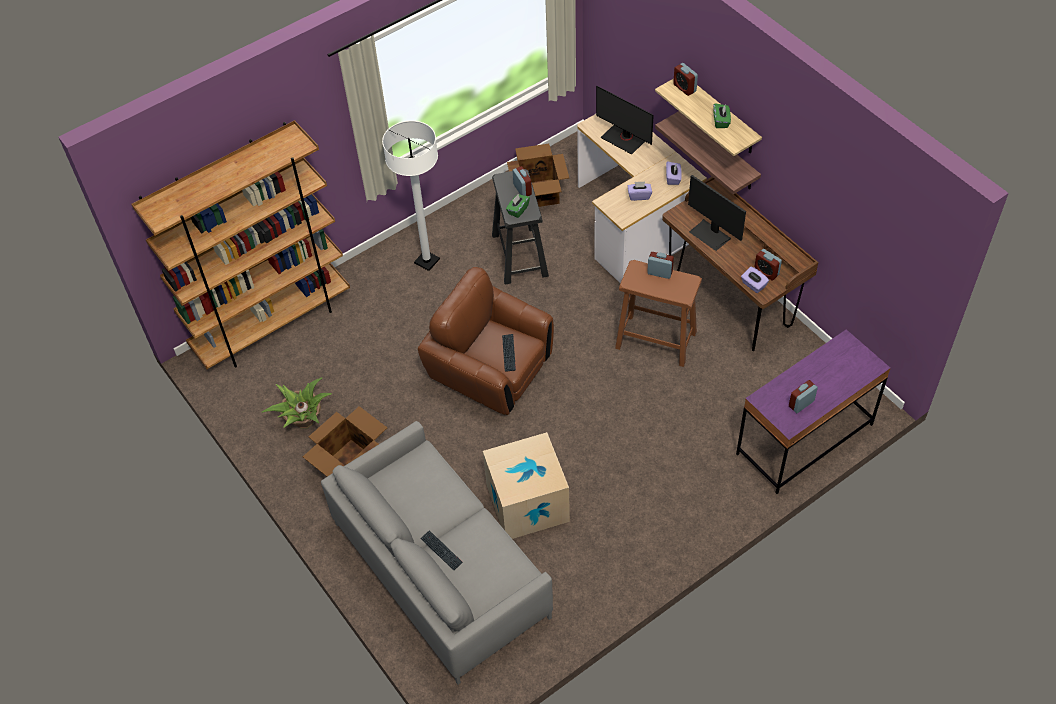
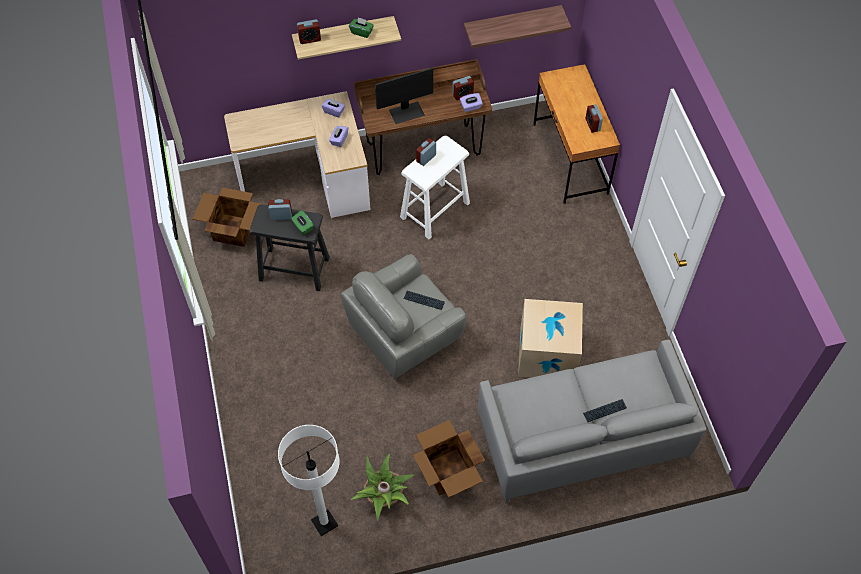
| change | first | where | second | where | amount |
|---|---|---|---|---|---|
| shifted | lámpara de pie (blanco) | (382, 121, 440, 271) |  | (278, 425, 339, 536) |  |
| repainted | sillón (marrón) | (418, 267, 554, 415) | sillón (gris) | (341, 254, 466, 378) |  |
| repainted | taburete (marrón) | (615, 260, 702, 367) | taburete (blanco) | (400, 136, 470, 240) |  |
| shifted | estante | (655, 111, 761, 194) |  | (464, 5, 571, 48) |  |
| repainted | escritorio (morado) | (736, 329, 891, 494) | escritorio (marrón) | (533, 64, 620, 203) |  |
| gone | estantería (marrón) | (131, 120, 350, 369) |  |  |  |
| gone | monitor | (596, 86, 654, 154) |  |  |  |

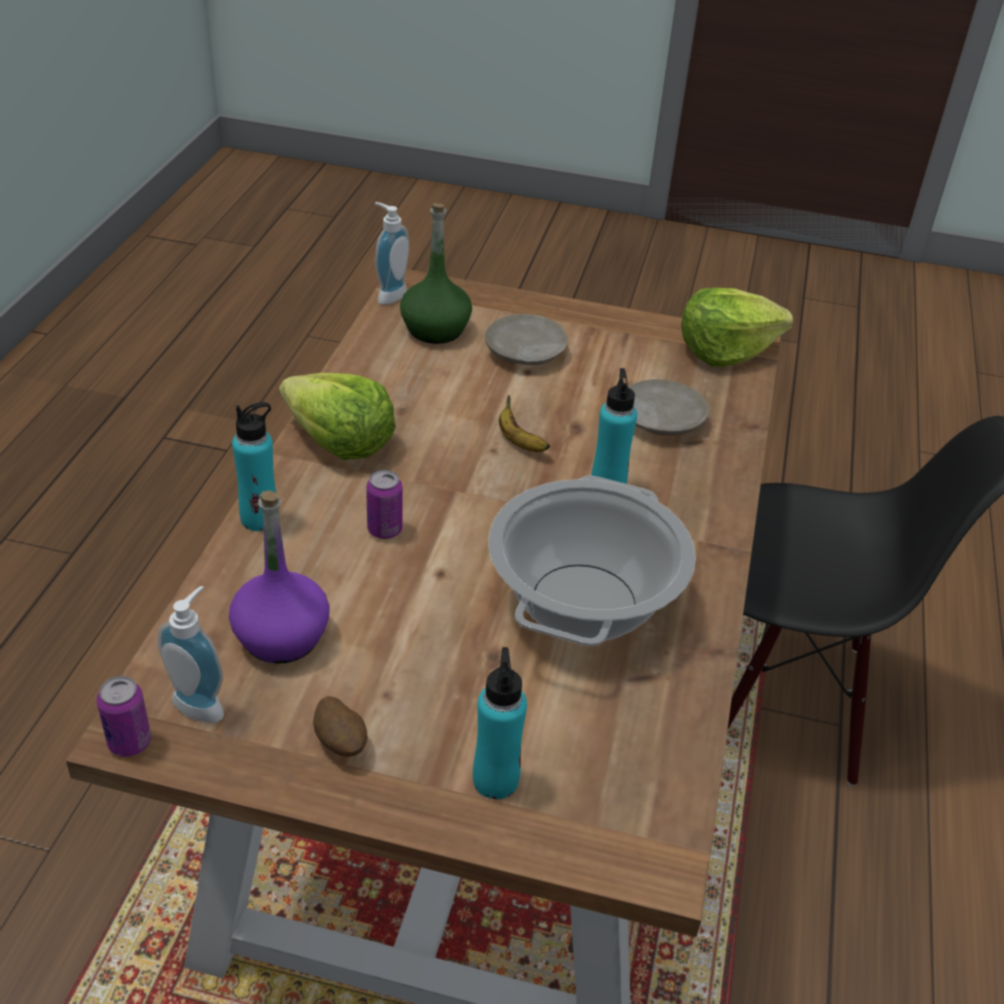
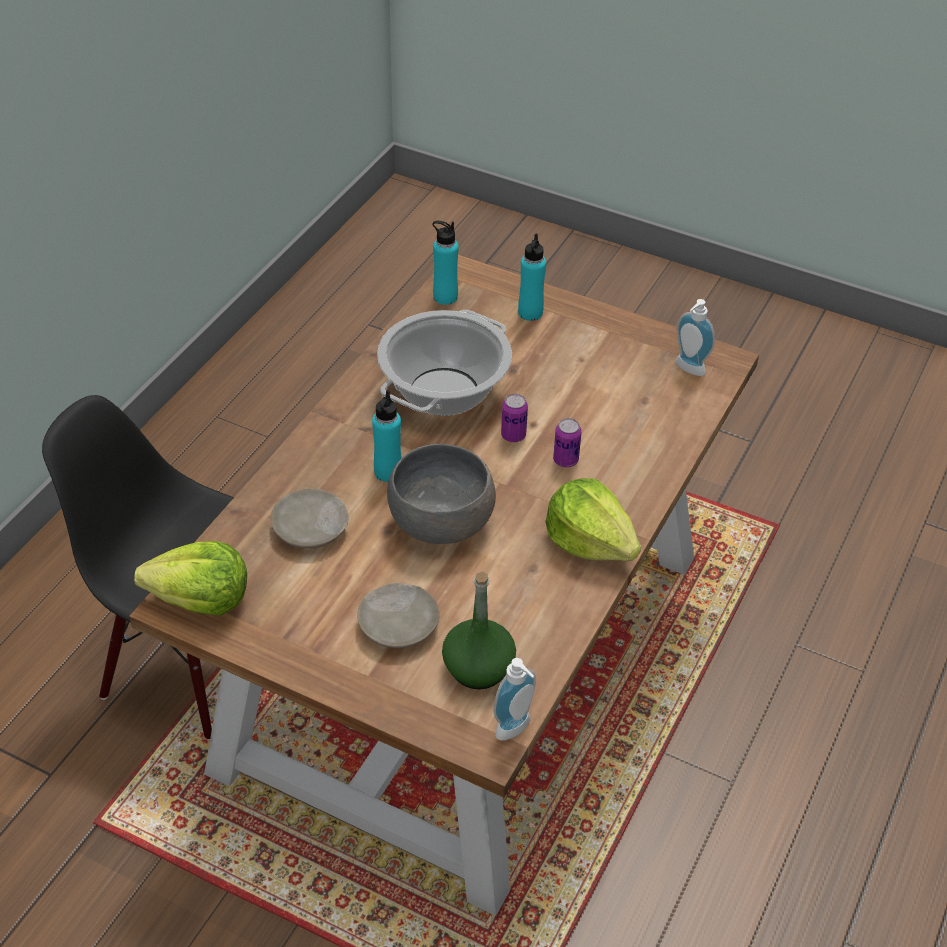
| change | first | where | second | where | amount |
|---|---|---|---|---|---|
| swapped | plátano | (499, 395, 550, 452) | cuenco (gris) | (387, 444, 496, 544) |  |
| shifted | botella (turquesa) | (232, 402, 279, 531) |  | (432, 221, 459, 305) |  |
| shifted | lata | (97, 676, 151, 757) |  | (501, 394, 528, 442) |  |
| gone | botella (morado) | (229, 490, 329, 664) |  |  |  |
| gone | patata | (313, 696, 368, 757) |  |  |  |

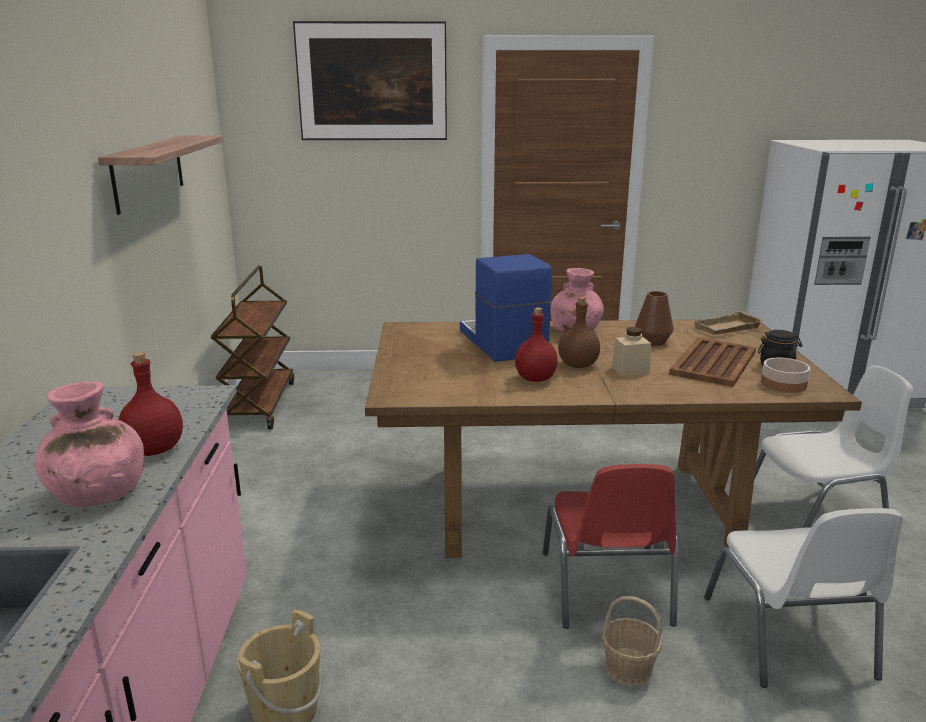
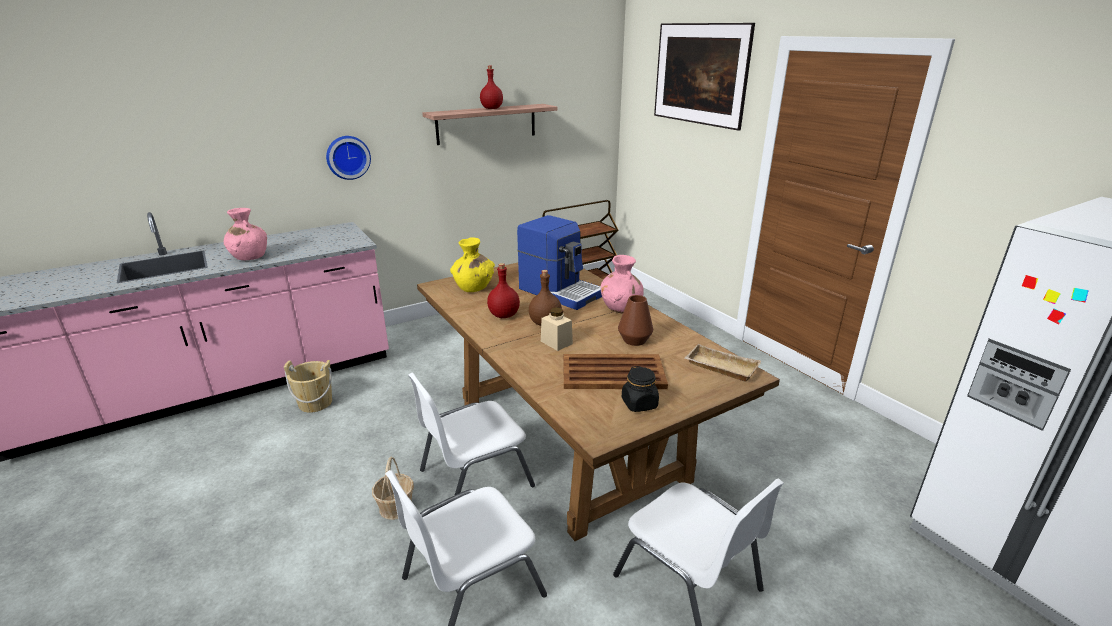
| change | first | where | second | where | amount |
|---|---|---|---|---|---|
| new |  |  | reloj de pared | (326, 136, 371, 180) |  |
| repainted | silla (rojo) | (543, 464, 679, 629) | silla (blanco) | (408, 373, 535, 496) |  |
| new |  |  | florero (amarillo) | (450, 237, 495, 292) |  |
| shifted | botella (rojo) | (119, 352, 183, 456) |  | (480, 66, 503, 109) |  |
| rotated | cafetera | (460, 254, 552, 362) |  | (517, 215, 602, 310) | 90 degrees clockwise |
| gone | cuenco | (761, 358, 810, 393) |  |  |  |

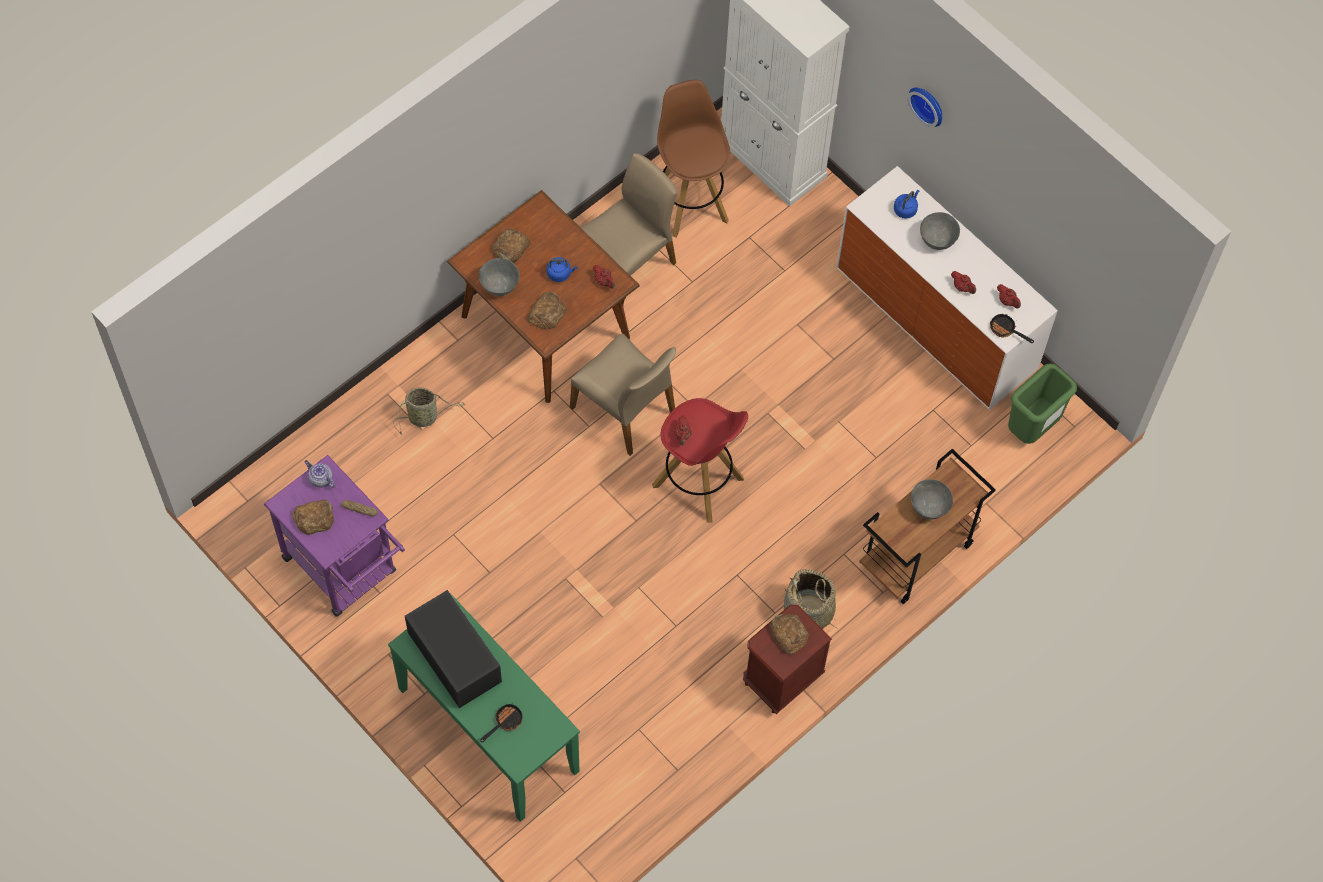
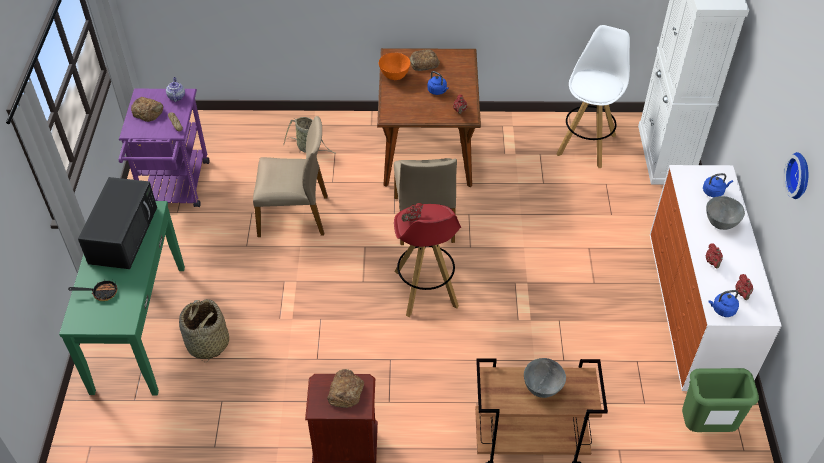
| change | first | where | second | where | amount |
|---|---|---|---|---|---|
| shifted | cesta | (784, 569, 836, 629) |  | (179, 299, 229, 362) |  |
| shifted | silla (beis) | (580, 153, 677, 305) |  | (253, 116, 328, 237) |  |
| repainted | cuenco (gris) | (479, 258, 520, 296) | cuenco (naranja) | (379, 53, 411, 80) |  |
| repainted | taburete (marrón) | (657, 79, 730, 237) | taburete (blanco) | (557, 25, 630, 168) |  |
| swapped | sartén | (990, 314, 1034, 343) | hervidor (azul) | (709, 290, 739, 317) |  |
| shifted | reloj de pared | (908, 87, 942, 127) |  | (784, 152, 808, 199) |  |
| gone | pan | (528, 292, 567, 329) |  |  |  |

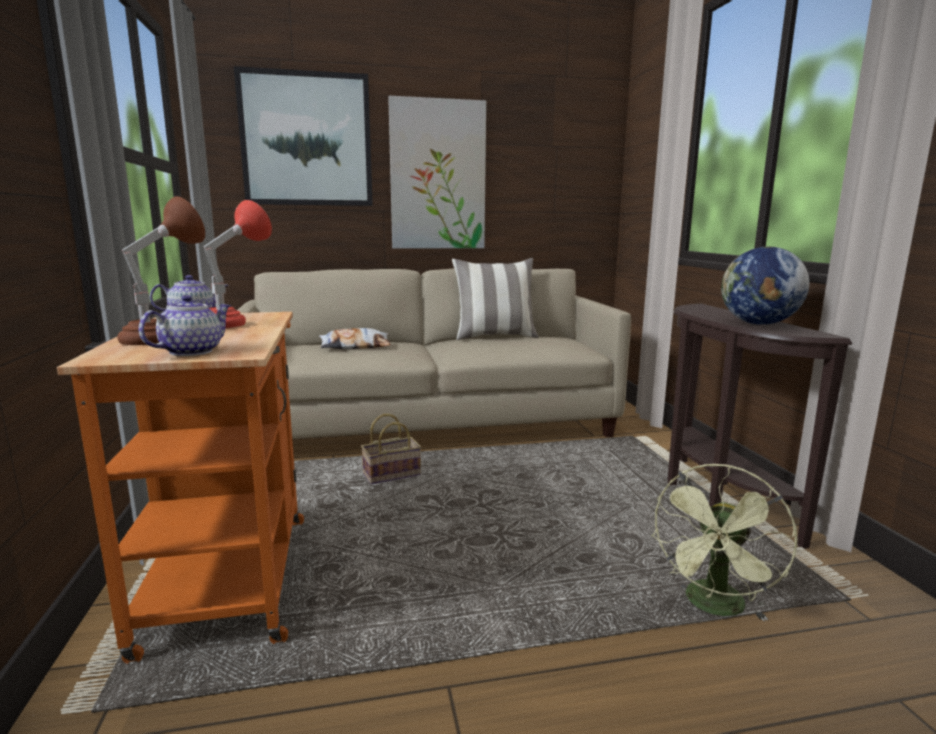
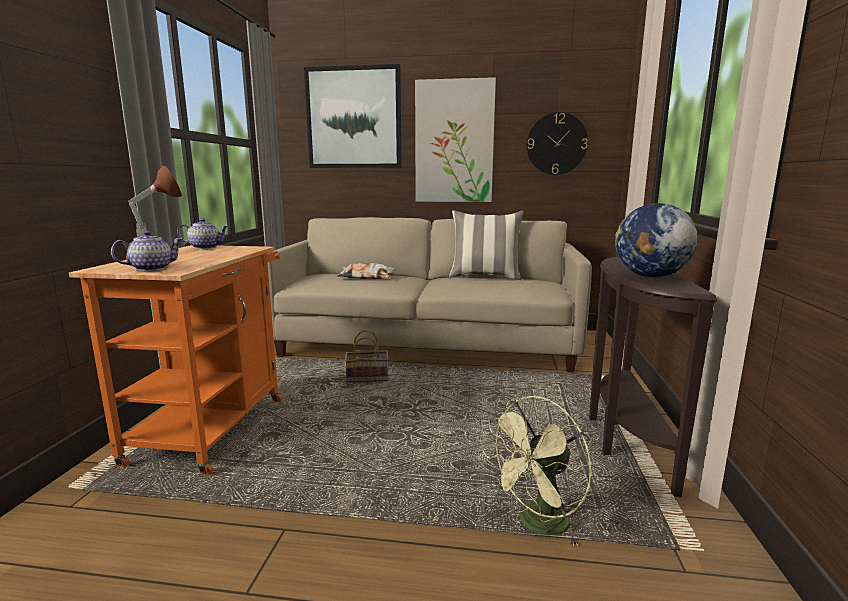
| change | first | where | second | where | amount |
|---|---|---|---|---|---|
| new |  |  | reloj de pared | (527, 112, 588, 175) |  |
| gone | lámpara de mesa (rojo) | (204, 200, 272, 328) |  |  |  |

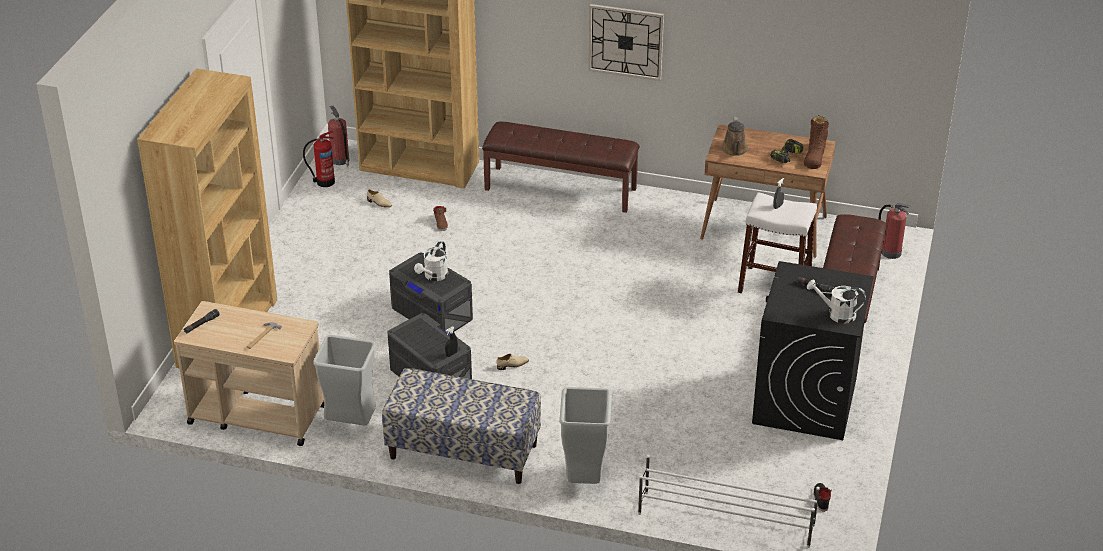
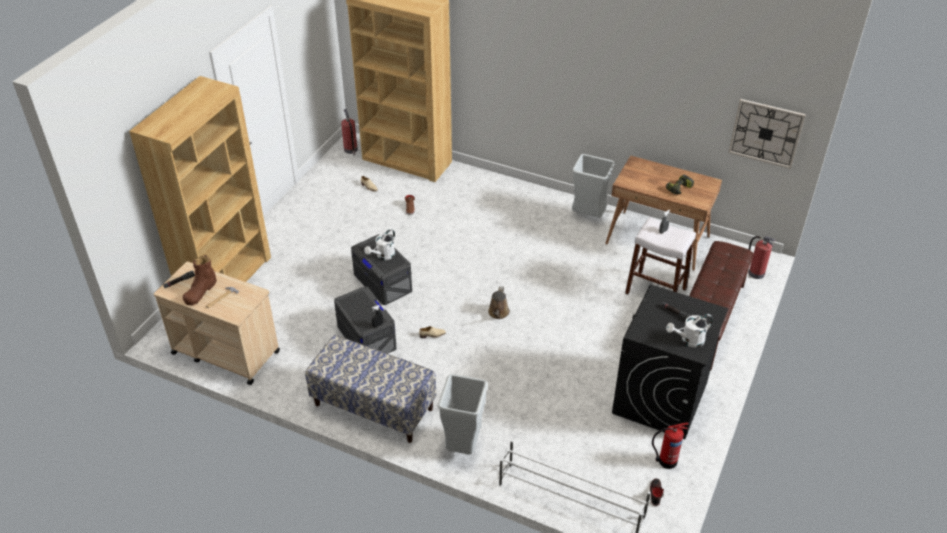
| change | first | where | second | where | amount |
|---|---|---|---|---|---|
| shifted | bota (marrón) | (804, 115, 829, 169) |  | (183, 255, 217, 305) |  |
| shifted | regadera (marrón) | (722, 117, 748, 156) |  | (488, 286, 510, 319) |  |
| shifted | papelera (gris) | (313, 335, 376, 425) |  | (572, 154, 614, 218) |  |
| shifted | extintor | (303, 131, 335, 187) |  | (652, 422, 689, 469) |  |
| rotated | regadera (blanco) | (807, 279, 866, 324) |  | (666, 314, 713, 348) | 45 degrees counterclockwise |
| shifted | reloj de pared | (588, 4, 664, 81) |  | (728, 99, 806, 169) |  |
| gone | banco (marrón) | (482, 122, 640, 213) |  |  |  |

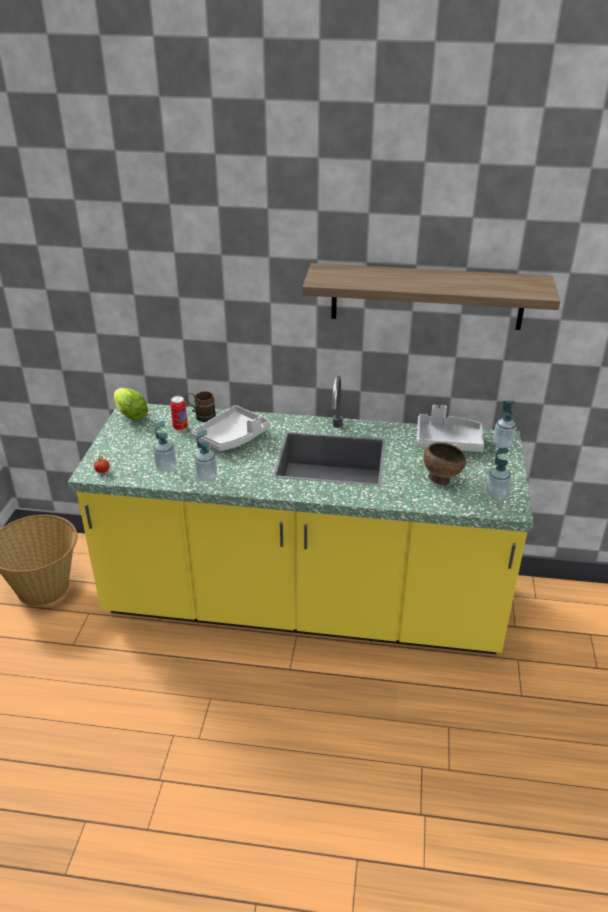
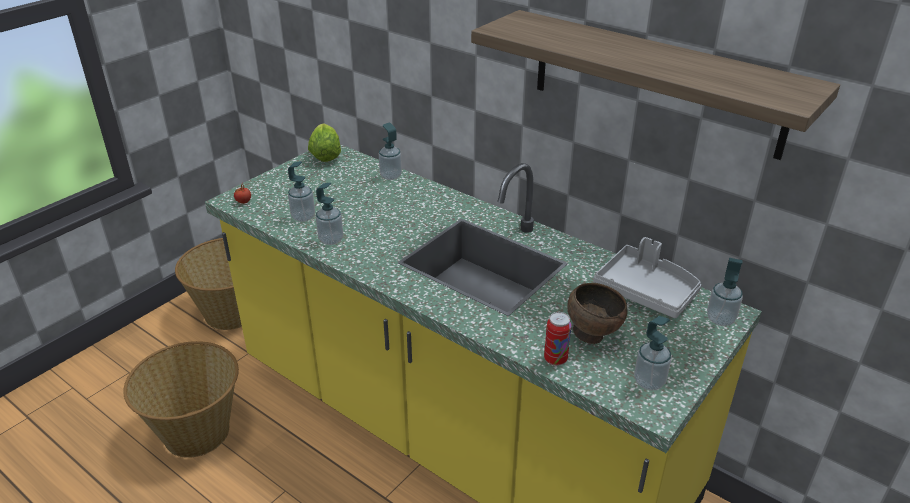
| change | first | where | second | where | amount |
|---|---|---|---|---|---|
| new |  |  | cesta | (123, 341, 239, 458) |  |
| swapped | taza grande (marrón) | (186, 391, 216, 422) | dispensador de jabón | (379, 123, 402, 180) |  |
| shifted | lata | (170, 396, 188, 431) |  | (544, 312, 571, 366) |  |
| gone | bandeja (gris) | (192, 405, 270, 451) |  |  |  |

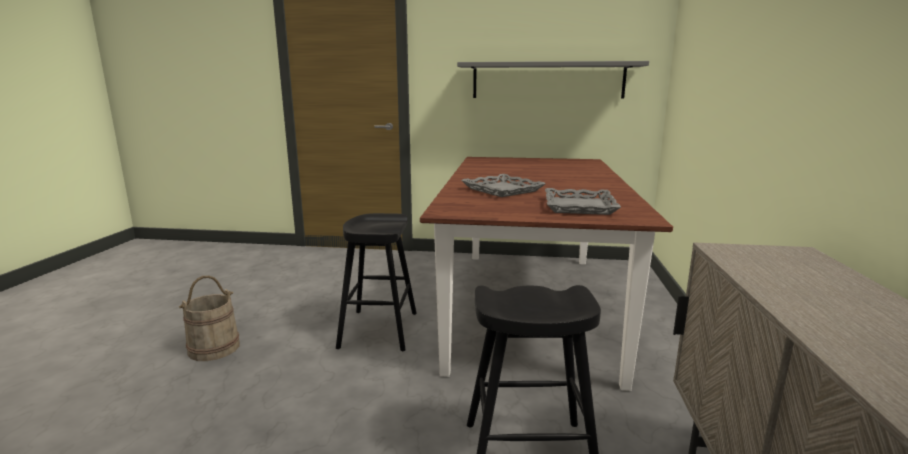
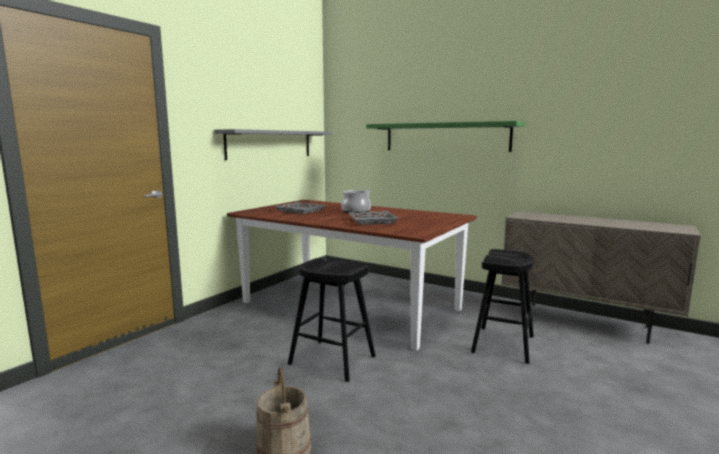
| change | first | where | second | where | amount |
|---|---|---|---|---|---|
| shifted | bandeja (gris) | (545, 188, 621, 215) |  | (274, 202, 326, 214) |  |
| new |  |  | olla | (340, 190, 372, 213) |  |
| new |  |  | estante (verde) | (366, 121, 525, 152) |  |

